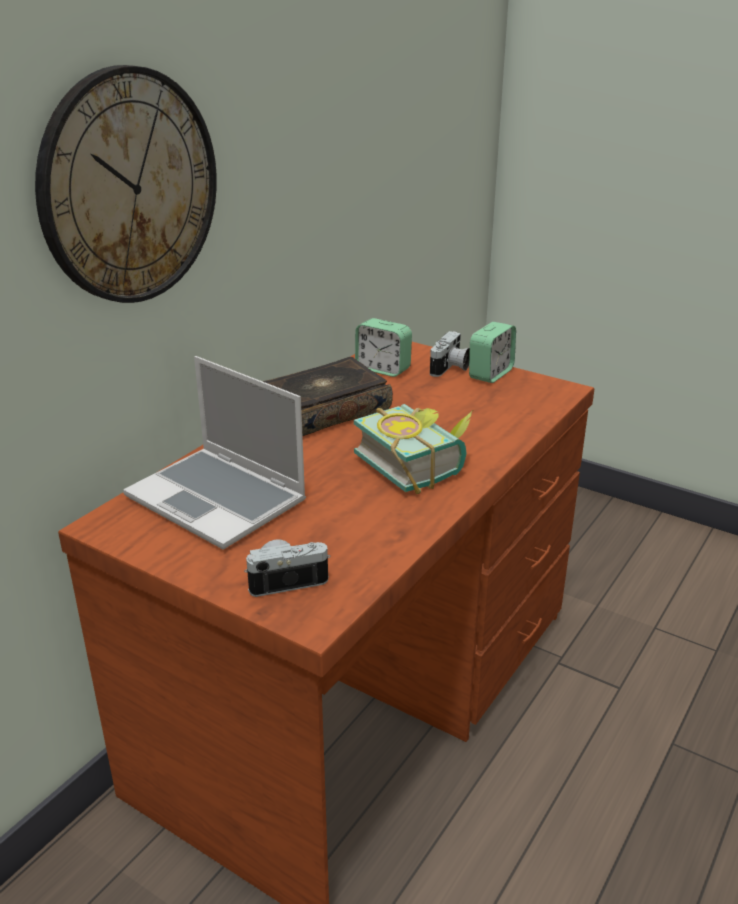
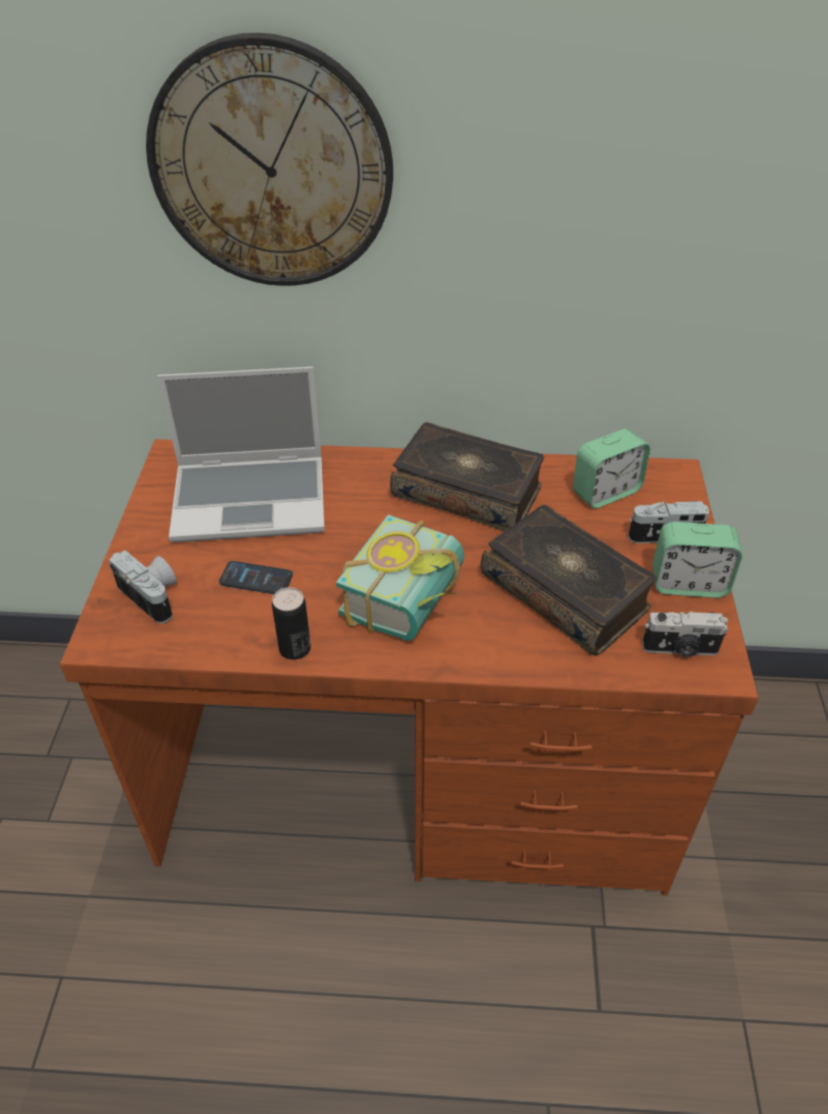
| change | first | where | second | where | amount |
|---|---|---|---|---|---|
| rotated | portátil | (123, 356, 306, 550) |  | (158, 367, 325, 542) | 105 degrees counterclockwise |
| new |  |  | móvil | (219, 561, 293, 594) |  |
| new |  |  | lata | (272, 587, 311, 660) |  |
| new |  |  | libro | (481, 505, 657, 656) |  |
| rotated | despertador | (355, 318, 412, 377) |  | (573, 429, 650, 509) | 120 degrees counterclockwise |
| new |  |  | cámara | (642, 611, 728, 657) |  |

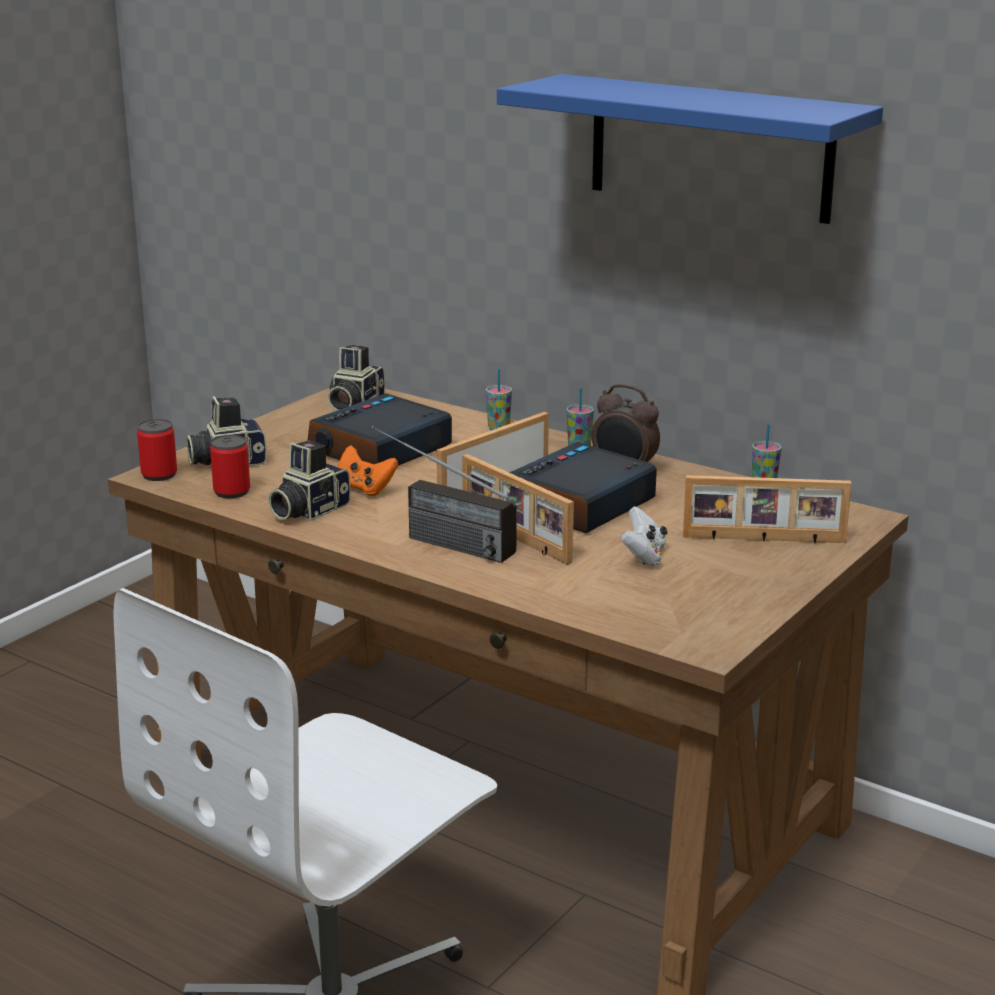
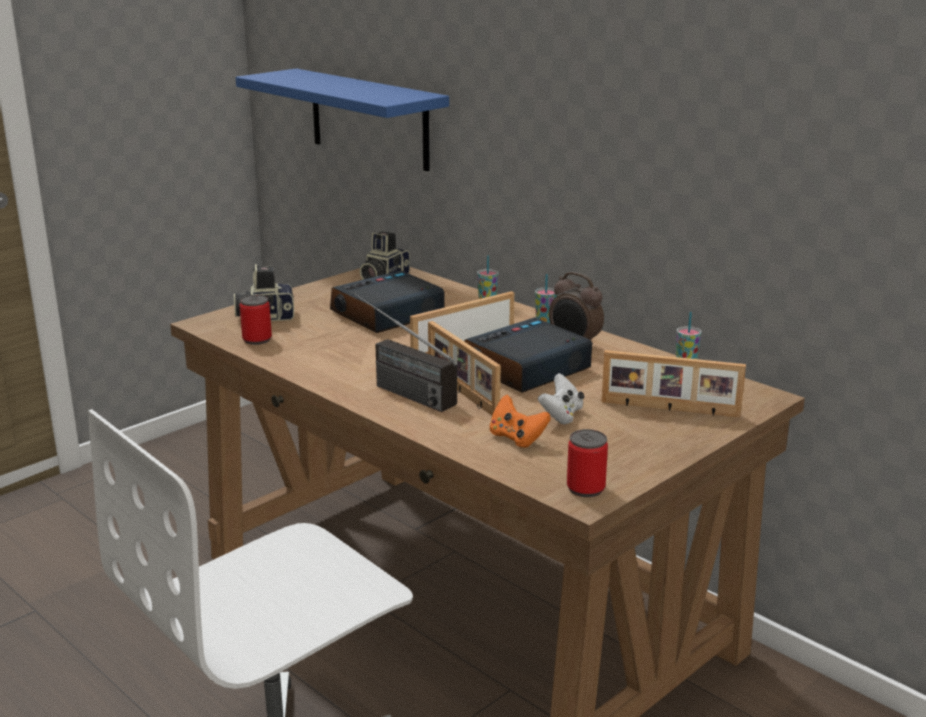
| change | first | where | second | where | amount |
|---|---|---|---|---|---|
| shifted | estante (azul) | (497, 74, 883, 224) |  | (235, 68, 449, 171) |  |
| shifted | mando de consola (naranja) | (338, 445, 398, 496) |  | (490, 395, 551, 448) |  |
| shifted | lata | (137, 419, 177, 481) |  | (567, 429, 608, 497) |  |
| gone | cámara | (268, 440, 351, 521) |  |  |  |

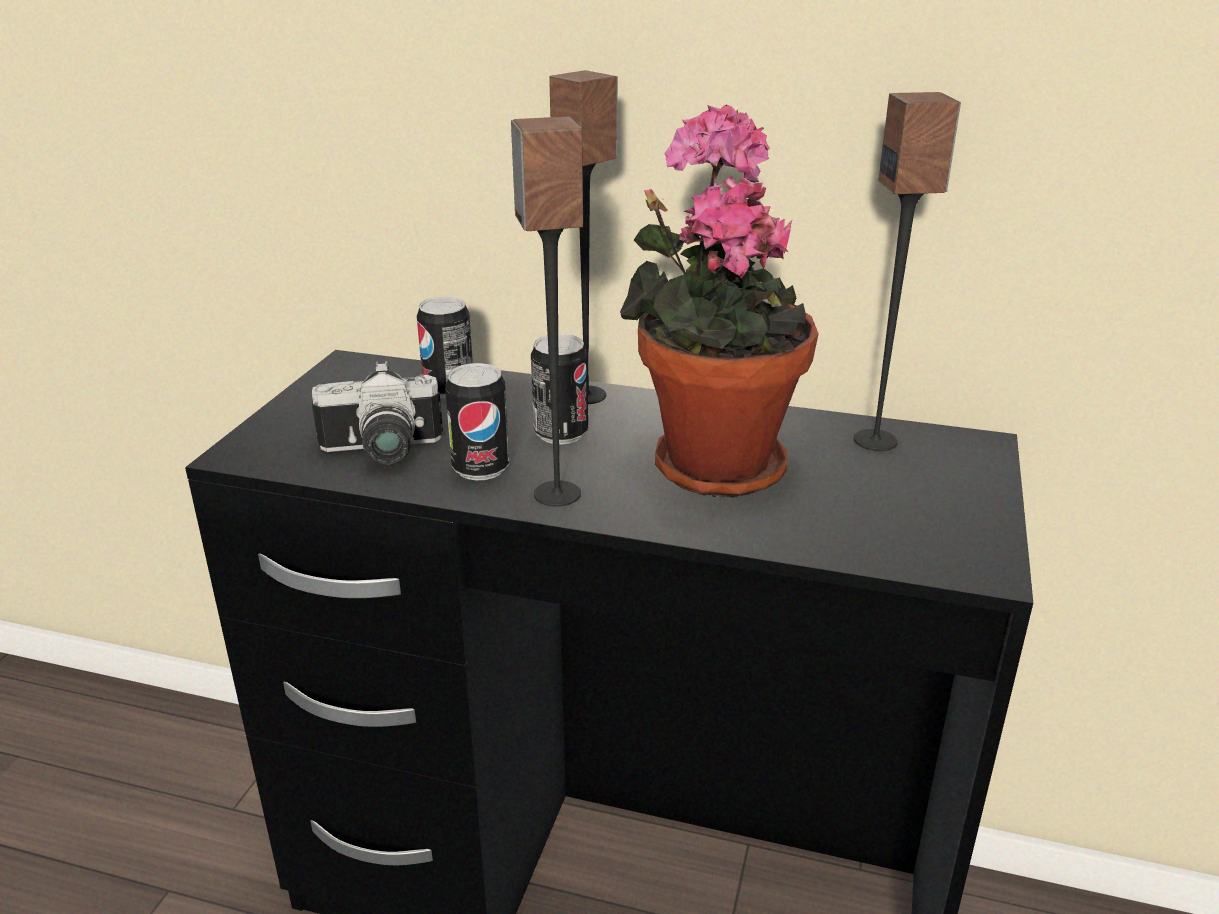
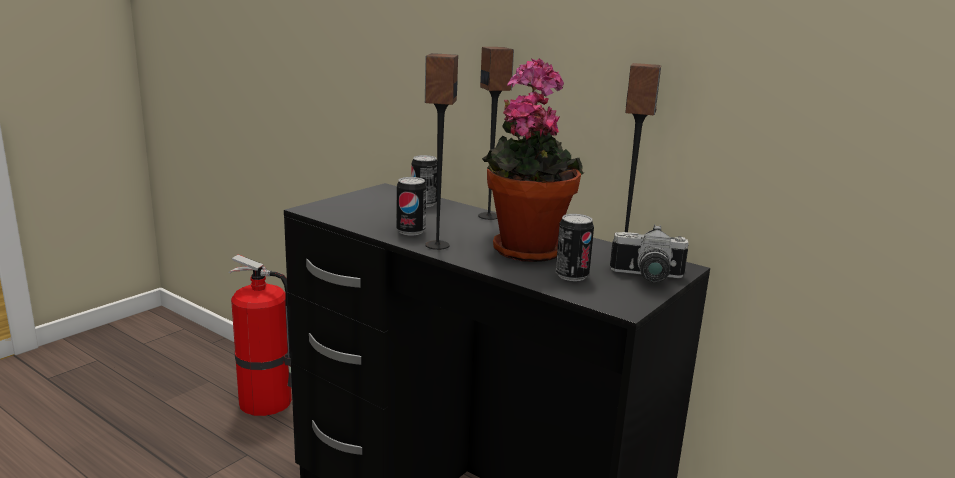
| change | first | where | second | where | amount |
|---|---|---|---|---|---|
| new |  |  | extintor | (228, 255, 292, 416) |  |
| shifted | lata | (531, 334, 588, 444) |  | (556, 214, 594, 281) |  |
| shifted | cámara | (312, 361, 443, 464) |  | (610, 224, 689, 283) |  |

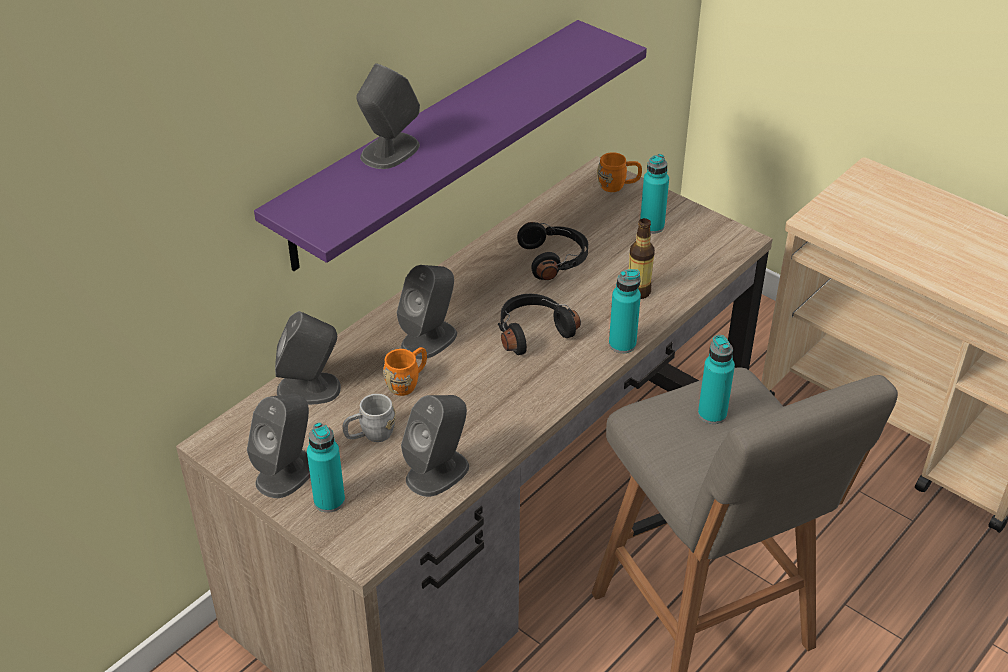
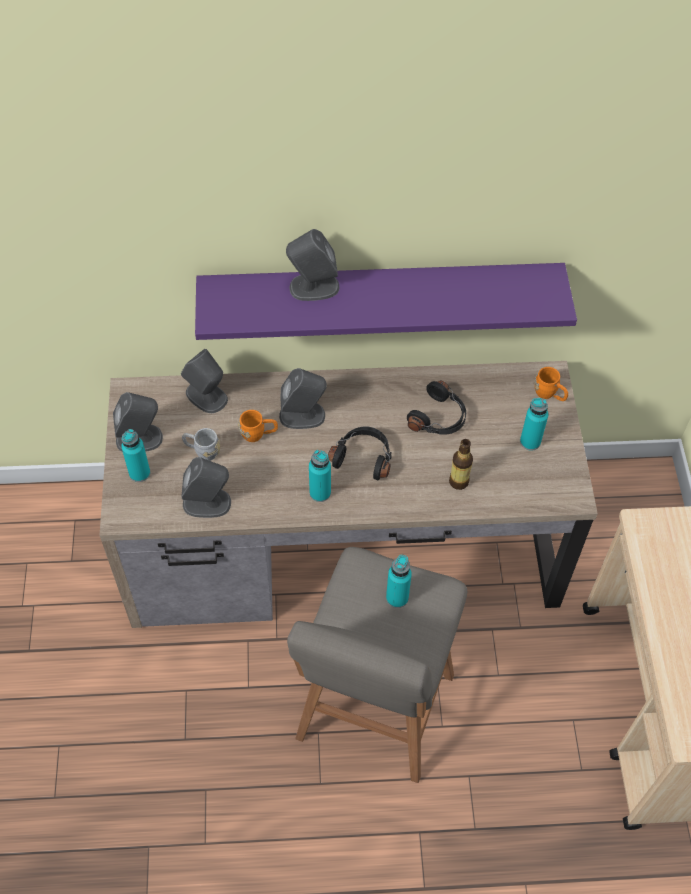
| change | first | where | second | where | amount |
|---|---|---|---|---|---|
| shifted | botella (turquesa) | (609, 269, 641, 353) |  | (309, 450, 331, 502) |  |

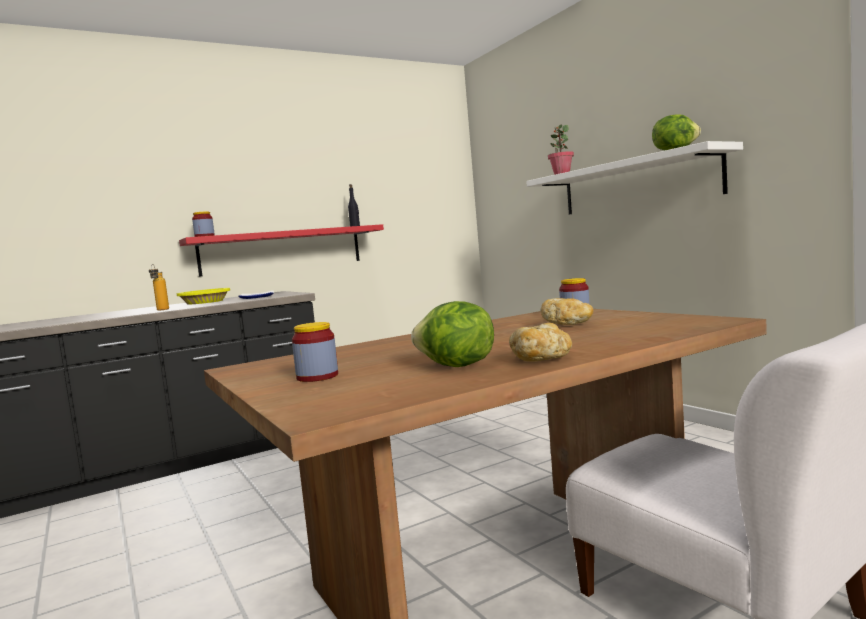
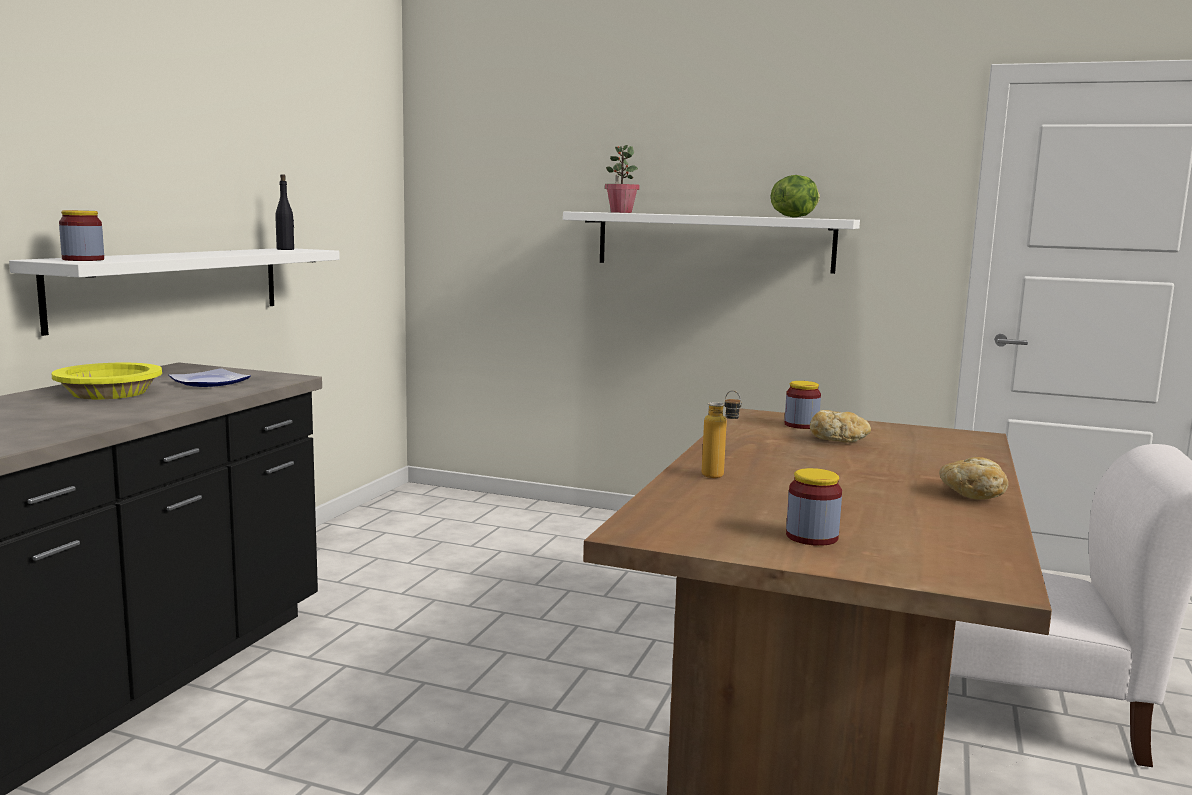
| change | first | where | second | where | amount |
|---|---|---|---|---|---|
| repainted | estante (rojo) | (179, 224, 384, 276) | estante (blanco) | (9, 248, 340, 336) |  |
| shifted | botella | (149, 264, 169, 311) |  | (702, 390, 741, 478) |  |
| gone | lechuga | (411, 301, 494, 367) |  |  |  |

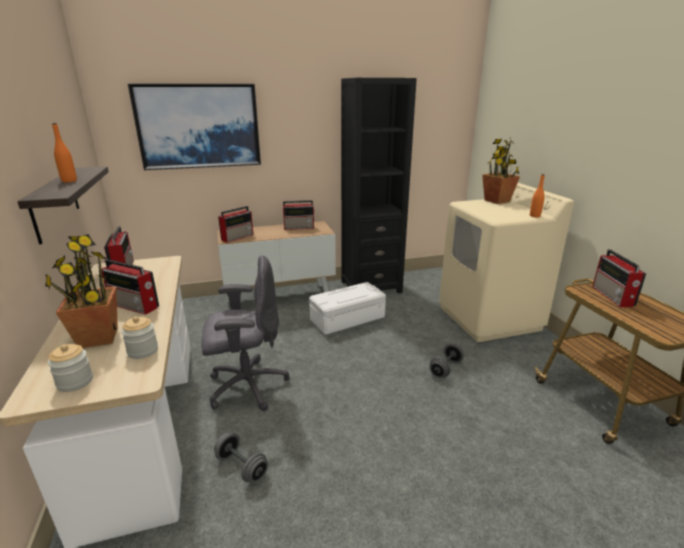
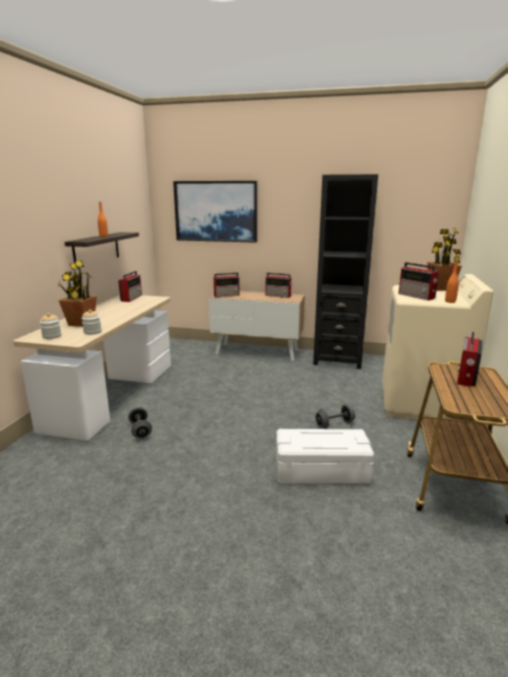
| change | first | where | second | where | amount |
|---|---|---|---|---|---|
| shifted | caja de almacenaje (blanco) | (309, 282, 386, 335) |  | (276, 429, 374, 484) |  |
| shifted | radio | (102, 259, 159, 315) |  | (399, 262, 439, 301) |  |
| gone | silla de oficina (gris) | (201, 255, 289, 411) |  |  |  |

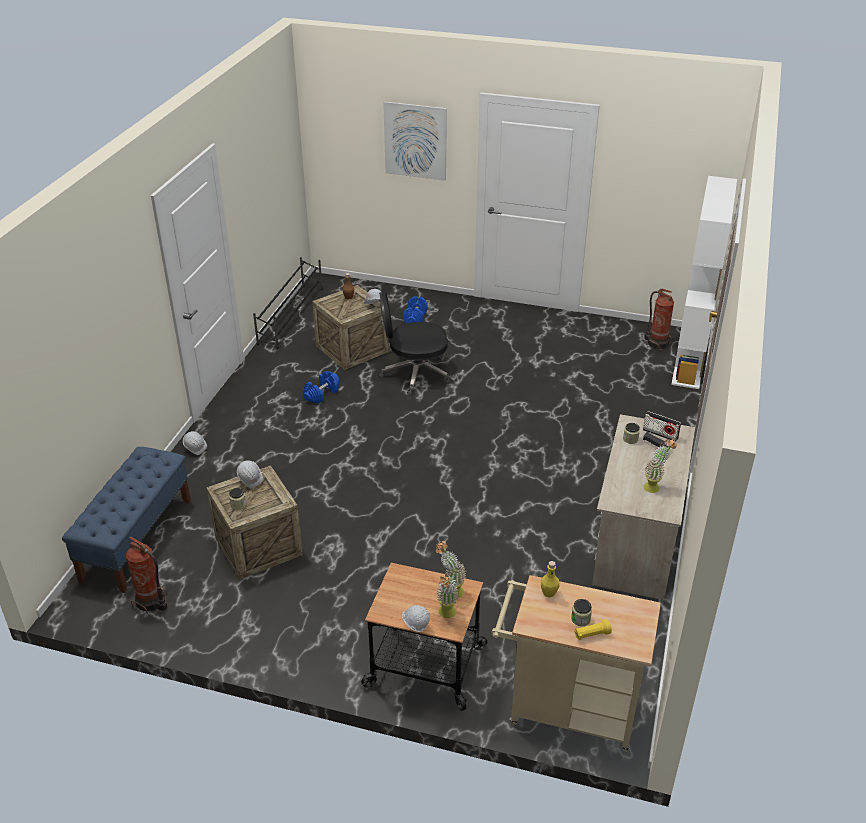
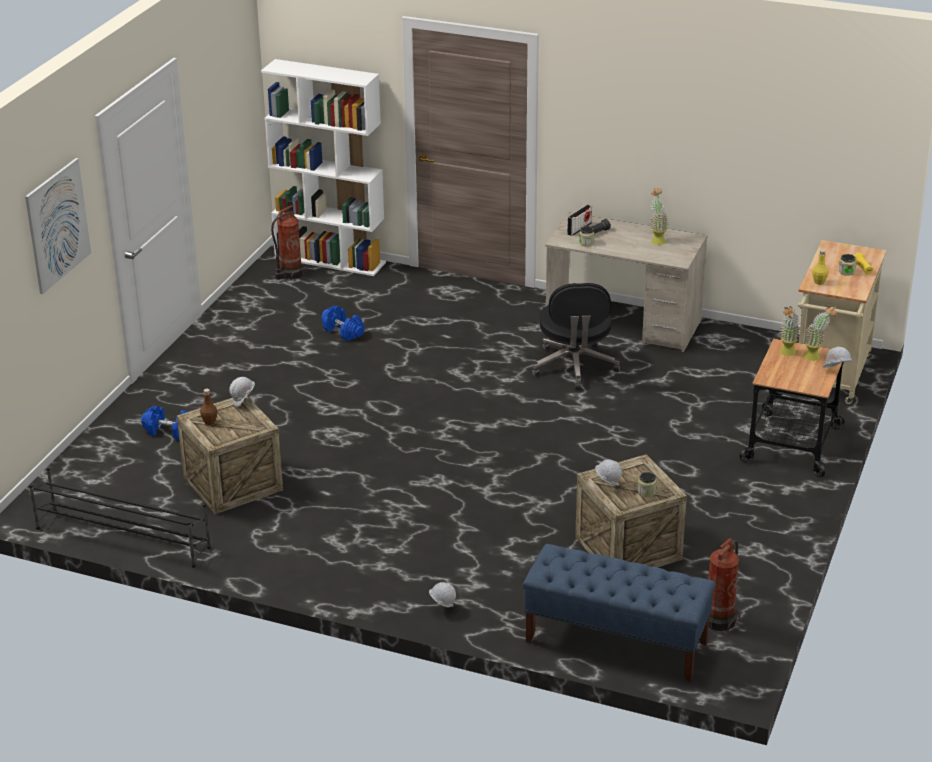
| change | first | where | second | where | amount |
|---|---|---|---|---|---|
| shifted | mancuerna (azul) | (303, 371, 340, 403) |  | (321, 306, 364, 341) |  |
| shifted | silla de oficina (negro) | (379, 291, 451, 395) |  | (532, 283, 620, 390) |  |

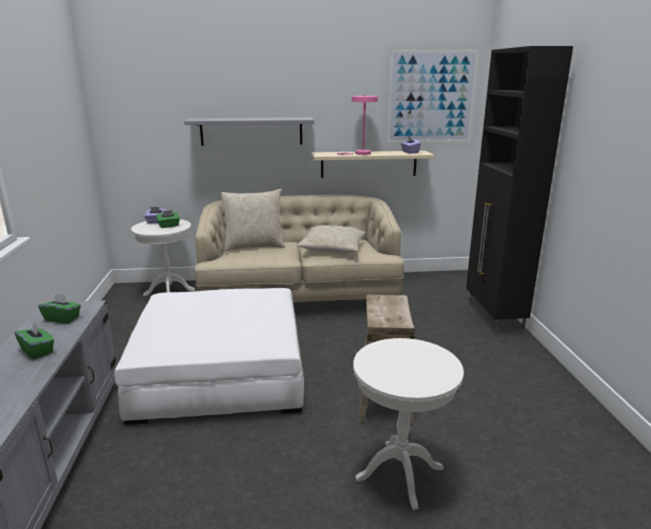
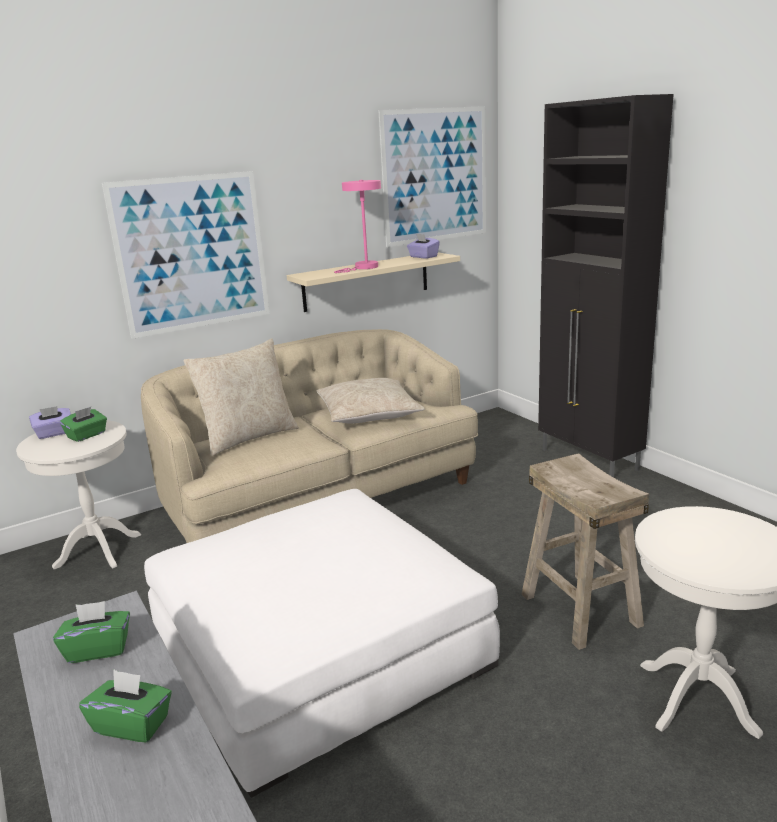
| change | first | where | second | where | amount |
|---|---|---|---|---|---|
| swapped | estante (gris) | (184, 117, 314, 146) | cuadro | (102, 171, 270, 339) |  |

